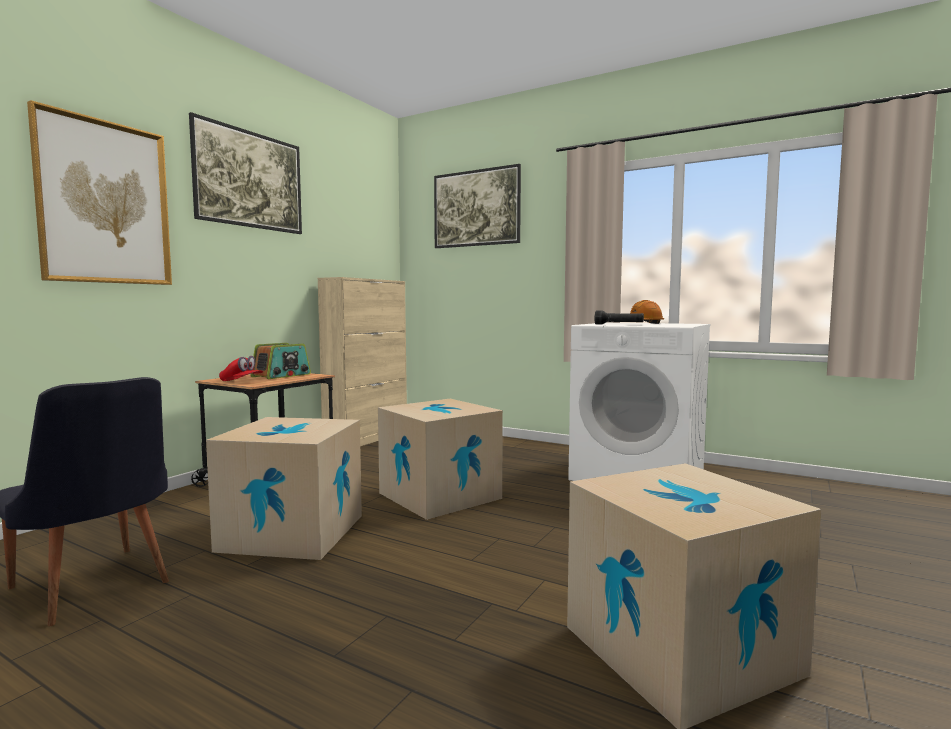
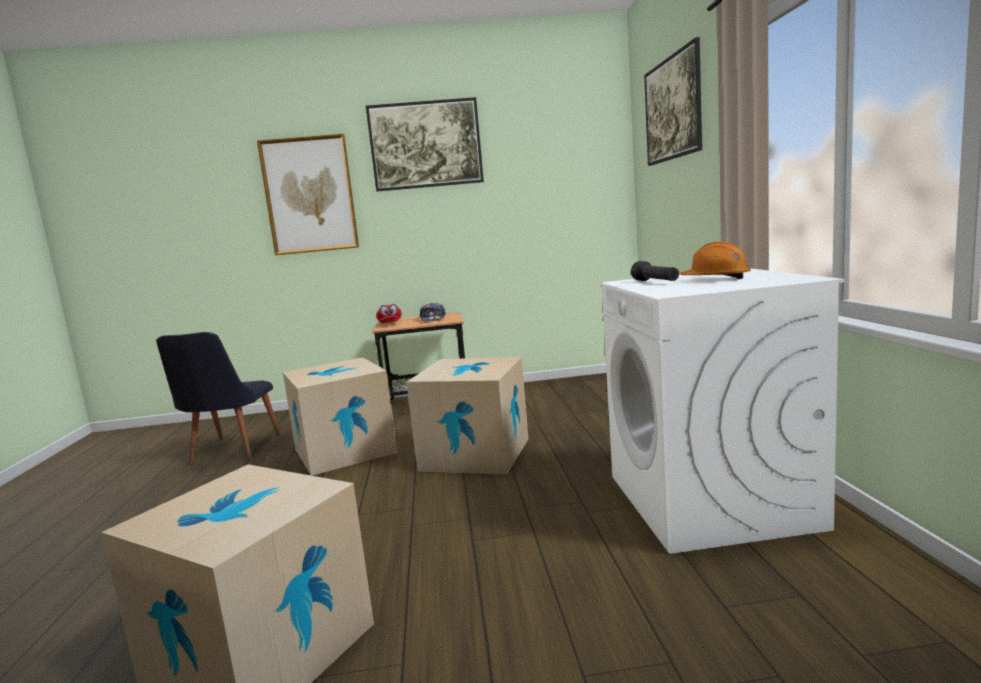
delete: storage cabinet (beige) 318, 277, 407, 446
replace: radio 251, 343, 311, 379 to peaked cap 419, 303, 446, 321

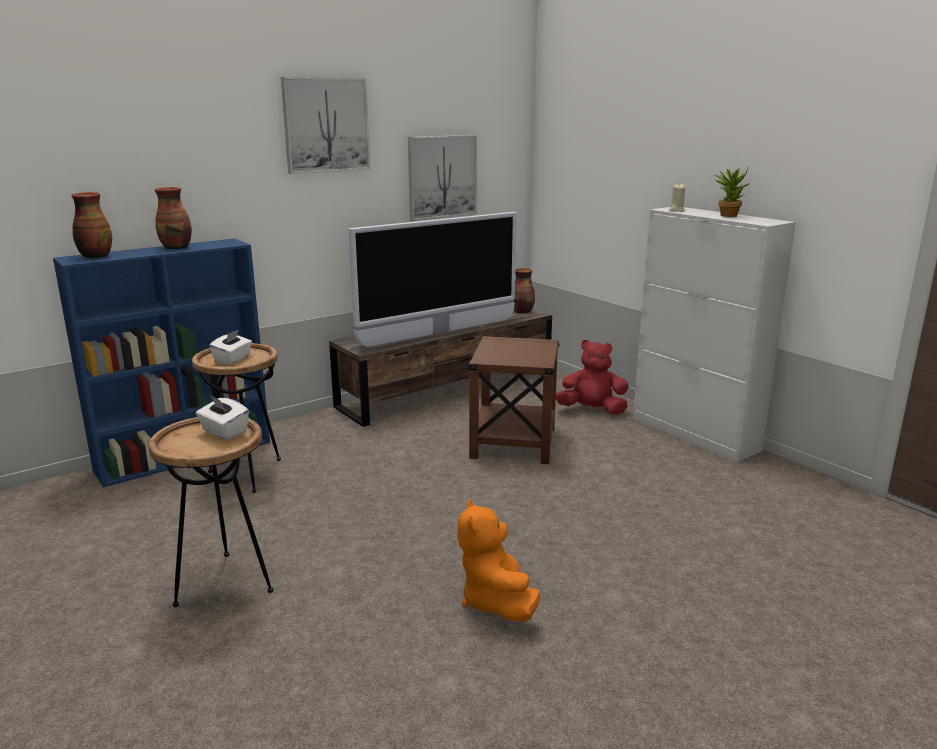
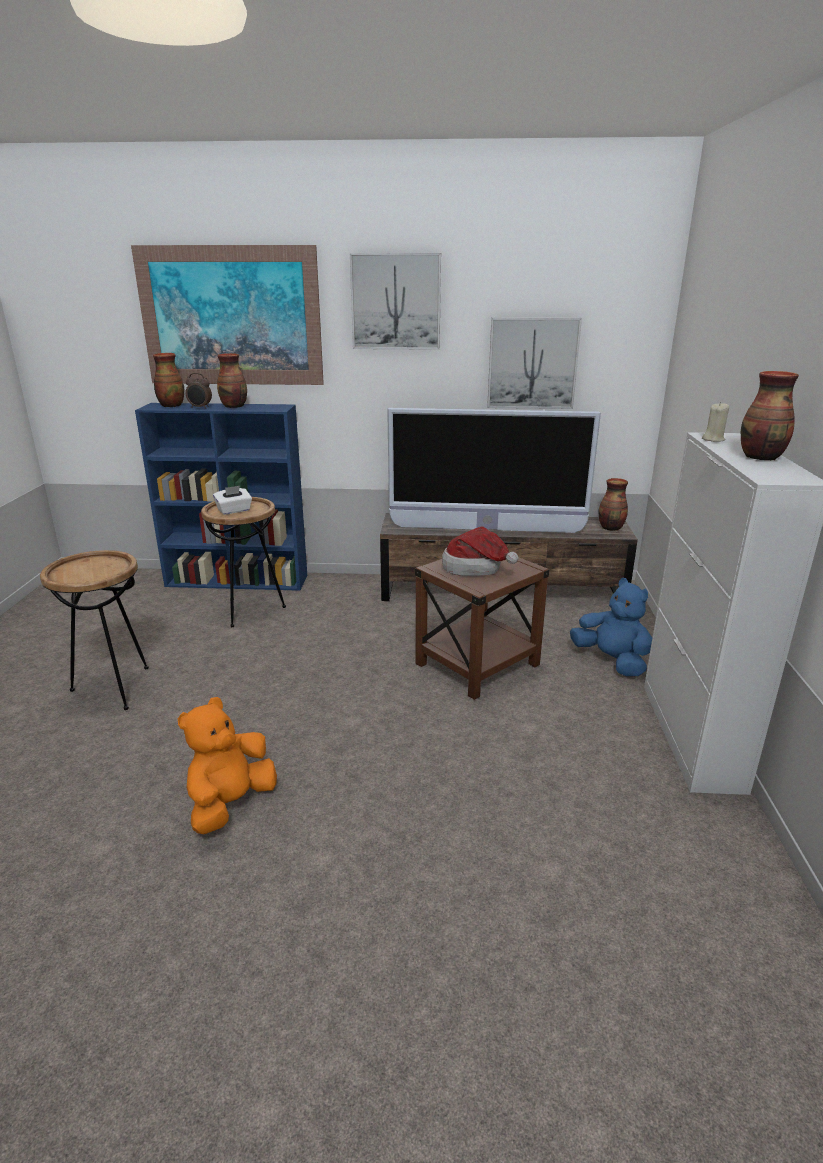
delete: box of tissues (white) 196, 395, 249, 440
insert: picture 131, 245, 324, 385; alarm clock 185, 373, 212, 409; clothing hat 442, 526, 518, 576
replace: houseplant 715, 168, 750, 217 to decorative vase 741, 371, 799, 461
recolor: plush toy (reddish) 556, 340, 629, 415 to plush toy (bluish) 570, 578, 652, 676

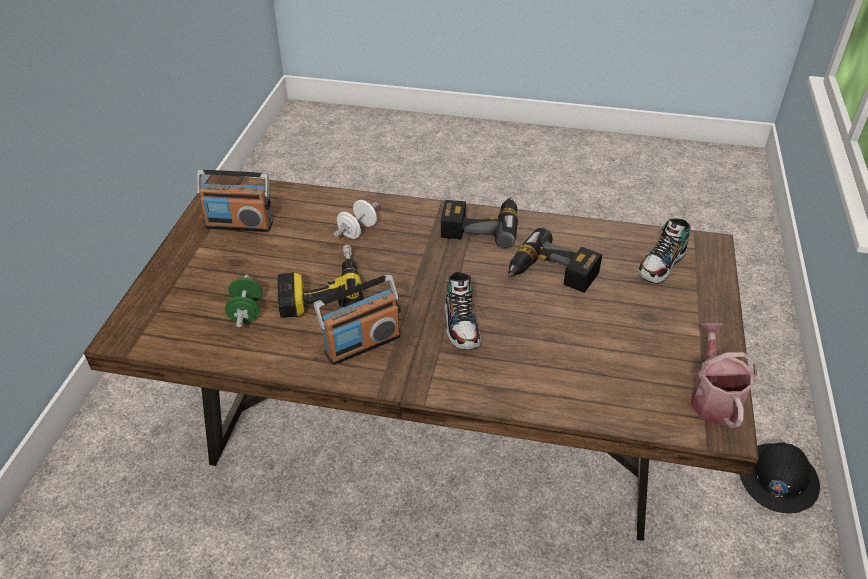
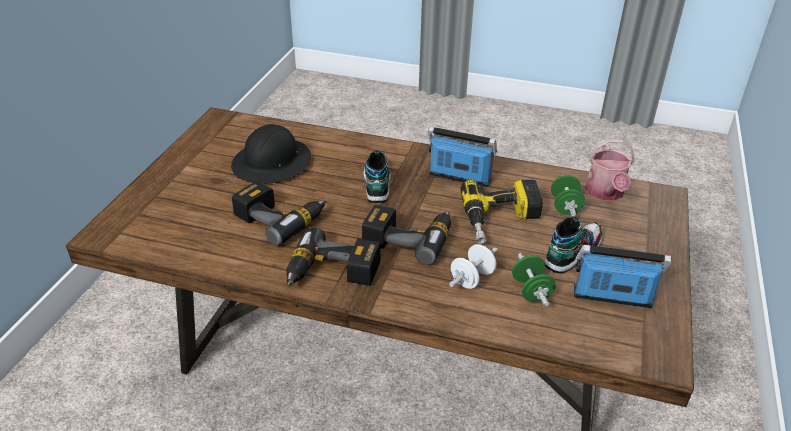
insert: drill 362, 205, 451, 265; dumbbell (green-coloured) 512, 253, 556, 306
move: safety helmet (blackish) 739, 442, 820, 513 to 231, 124, 311, 184; low shoe 638, 219, 691, 284 to 545, 217, 602, 273; watering can 691, 323, 757, 428 to 585, 139, 635, 201
rotate: radio 314, 274, 401, 365 = 428, 127, 497, 187 45 degrees clockwise

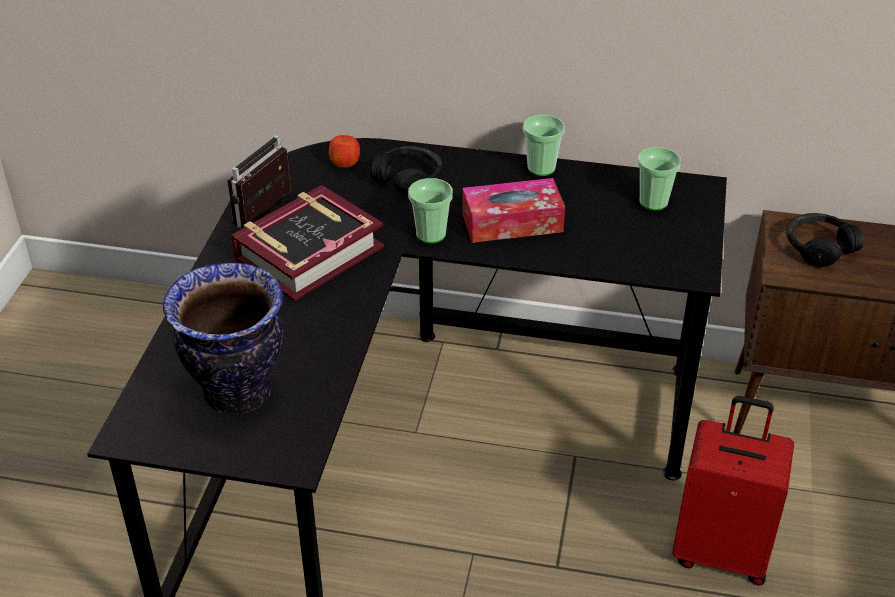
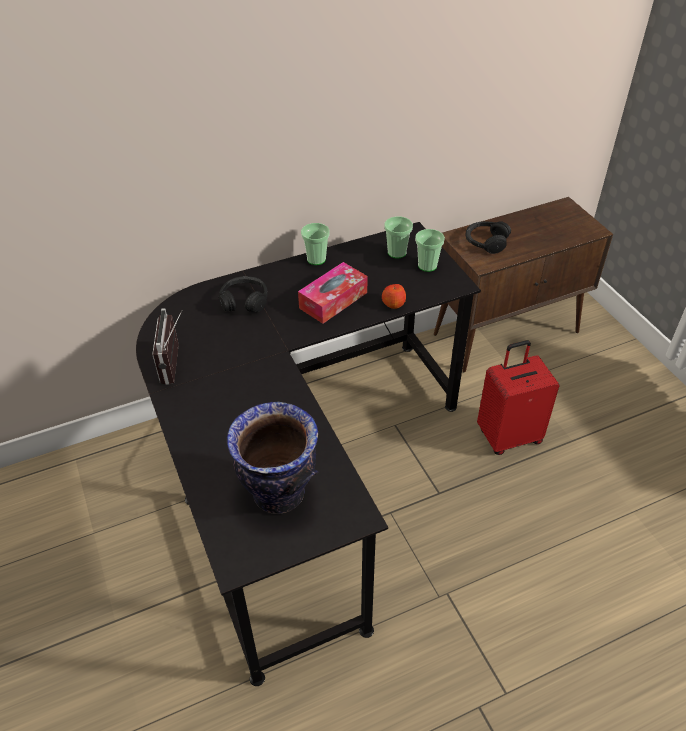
delete: book 231, 185, 384, 301
move: apple 329, 135, 360, 168 to 382, 284, 406, 309; small cup 408, 178, 453, 244 to 415, 229, 445, 272

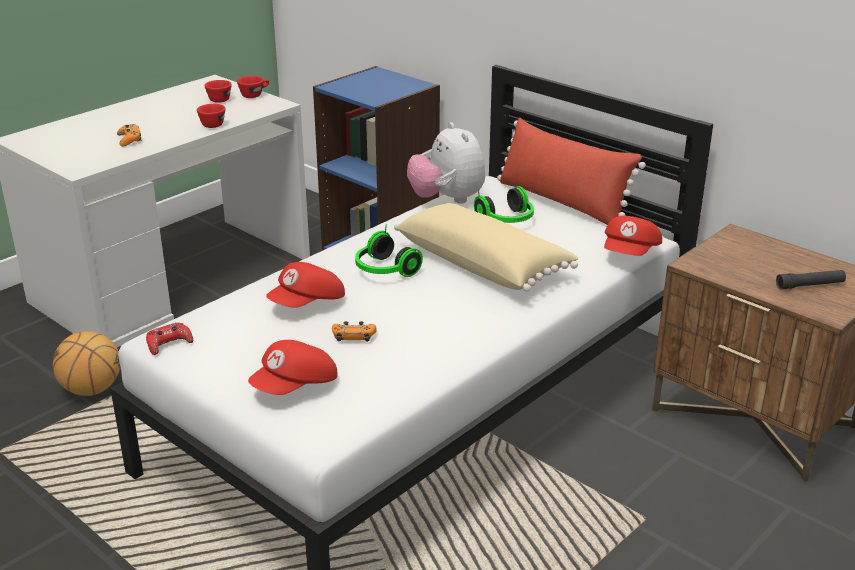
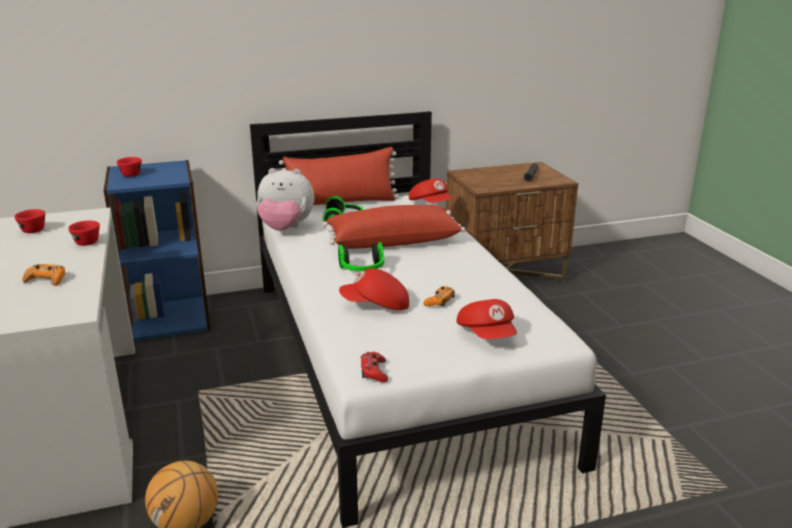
move: small cup (reddish) 237, 76, 269, 98 to 117, 157, 142, 177
recolor: throw pillow (beige) 394, 203, 579, 292 to throw pillow (reddish) 323, 205, 466, 249
rotate: peaked cap (reddish) 266, 262, 345, 308 = 339, 268, 409, 310 105 degrees clockwise

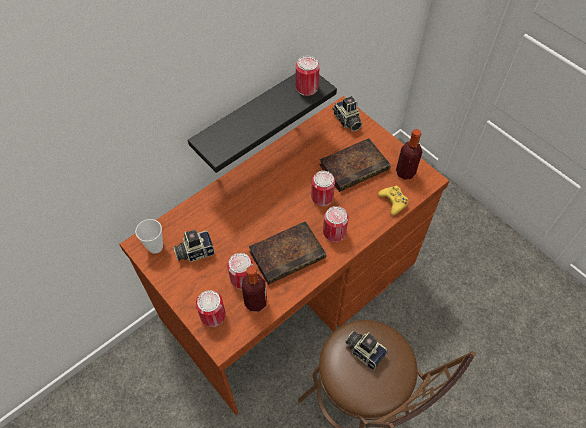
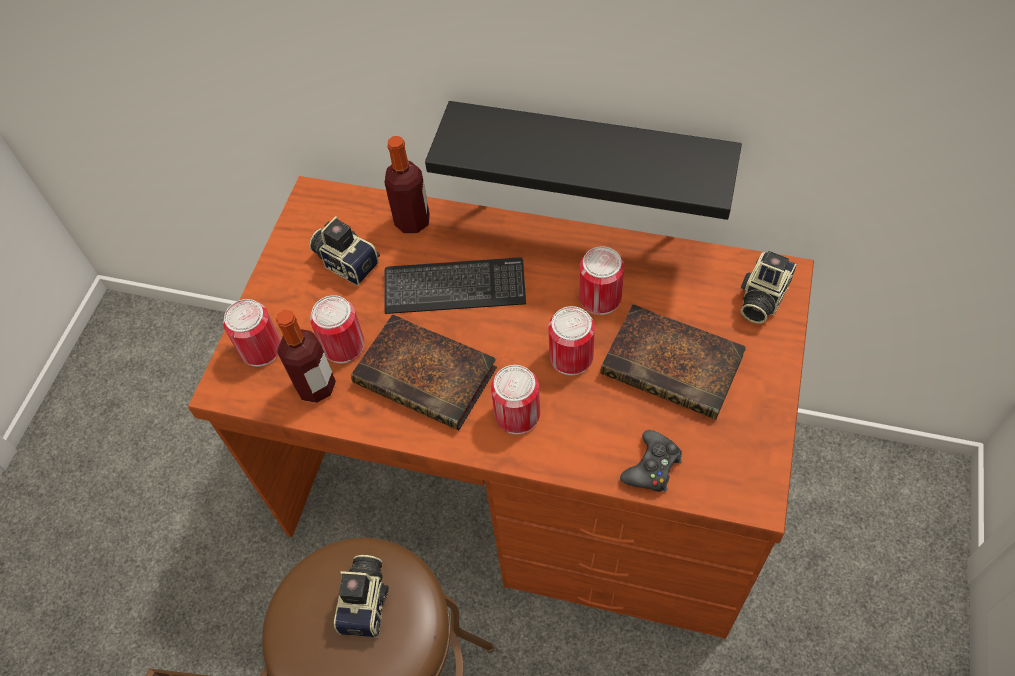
delete: small cup 135, 219, 163, 254
insert: keyboard 384, 257, 526, 314
move: beverage bottle 396, 129, 422, 180 to 385, 136, 430, 234; sealed can 296, 56, 320, 96 to 579, 246, 624, 315
recolor: joypad (yellow-coloured) 378, 186, 408, 215 to joypad (blackish) 620, 430, 682, 492

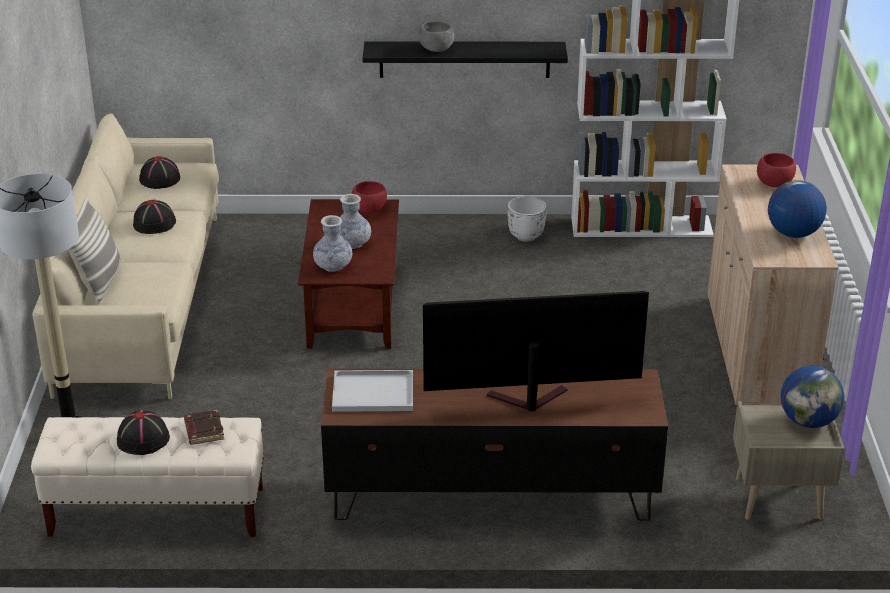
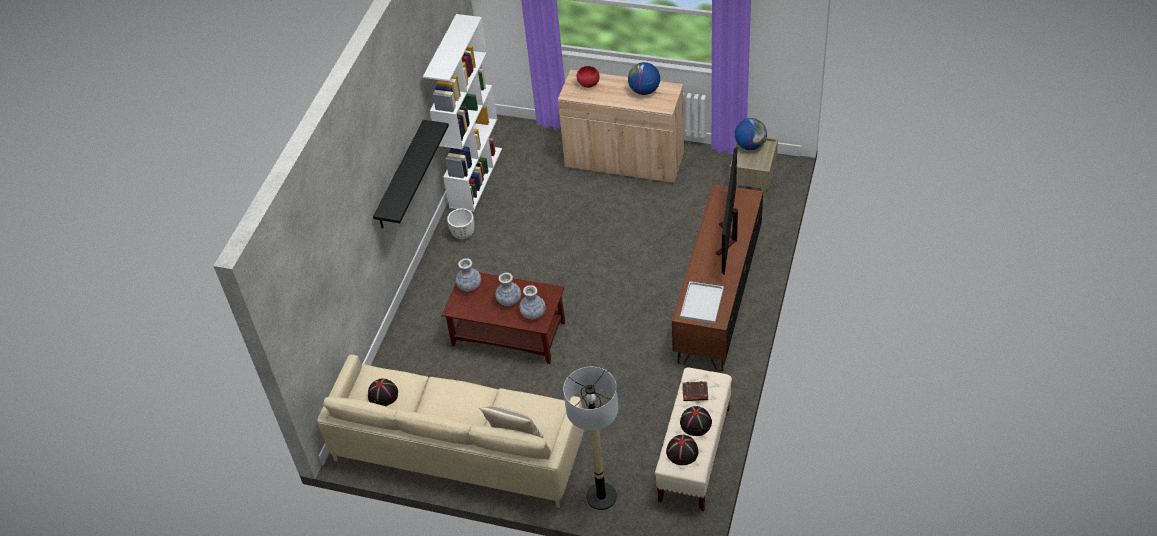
delete: deep dish (grey) 418, 21, 454, 52
move: clothing hat (blackish) 133, 199, 176, 234 to 666, 435, 699, 465
replace: deep dish (reddish) 351, 181, 387, 213 to decorative vase 456, 258, 481, 291

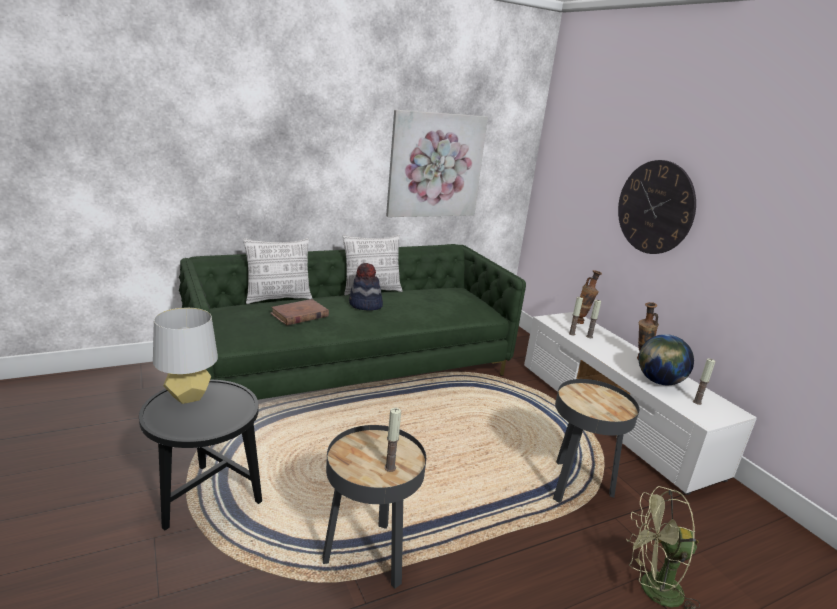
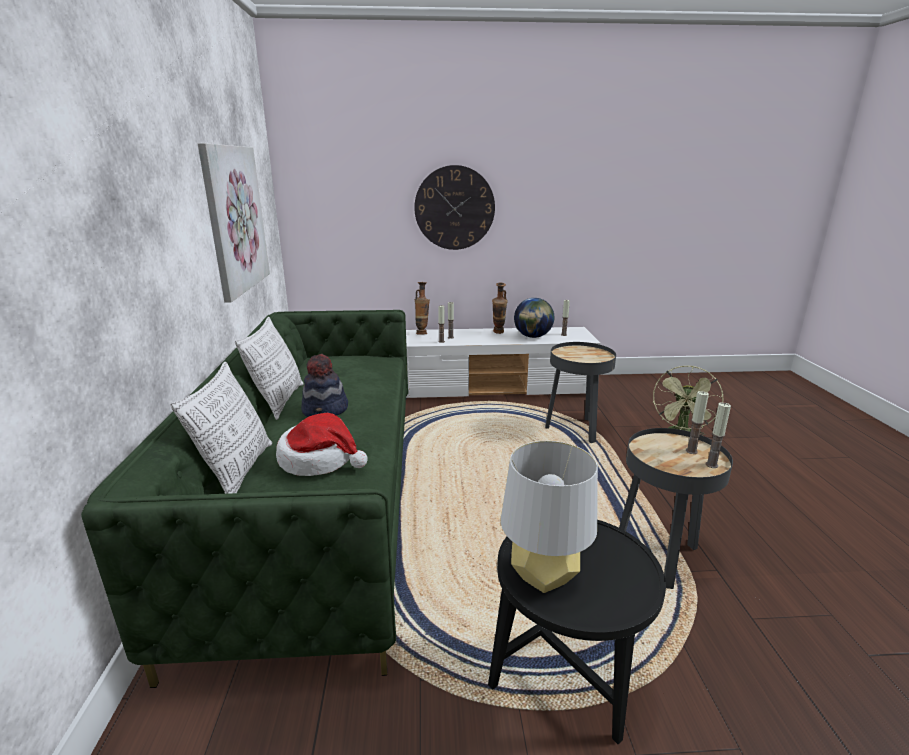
insert: wax light 706, 402, 731, 468
replace: book (brown-coloured) 270, 299, 329, 325 to clothing hat 276, 413, 368, 476

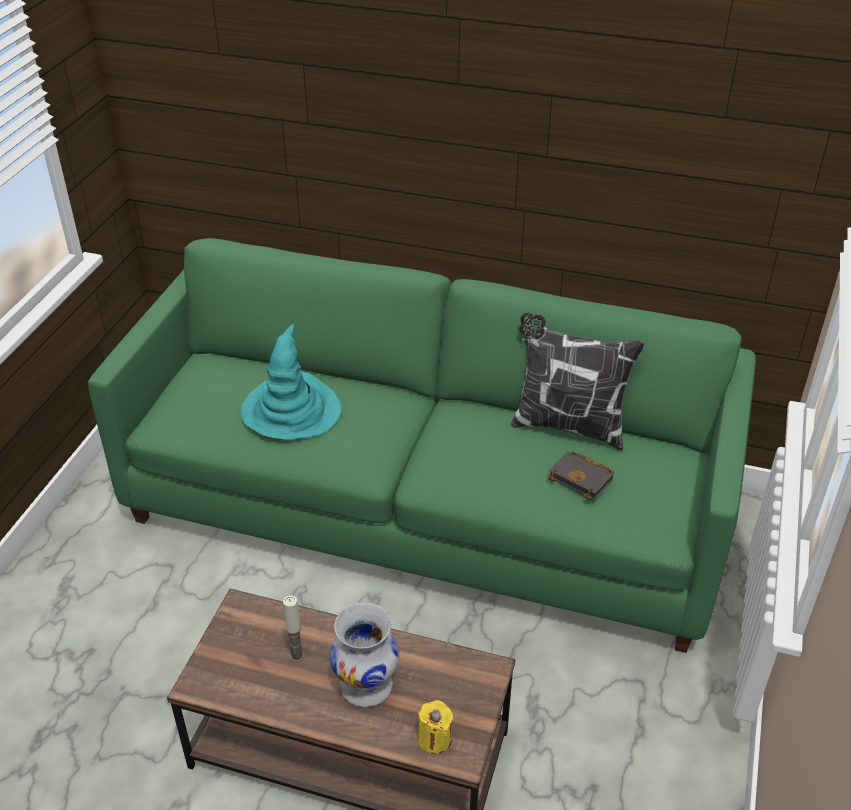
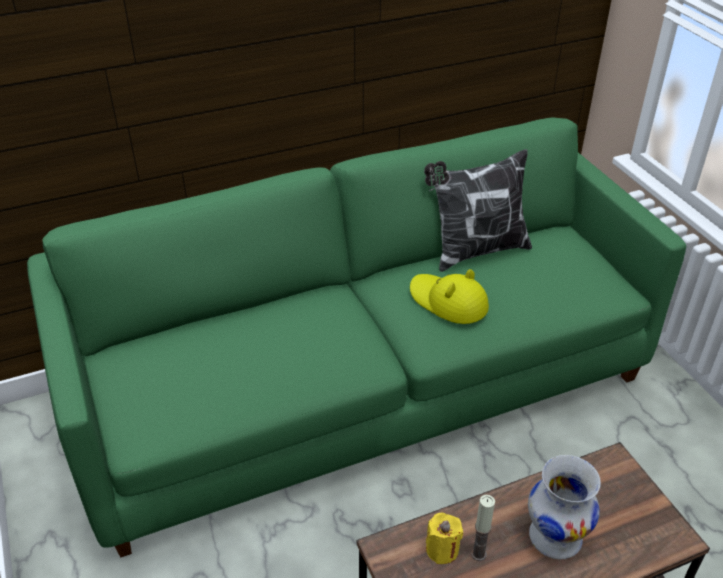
delete: clothing hat (blue-green) 241, 324, 342, 439; book (blackish) 547, 451, 614, 500
insert: clothing hat (yellow-coloured) 410, 269, 489, 324
move: wax light (yellow-coloured) 418, 700, 453, 754 to 426, 513, 463, 564

